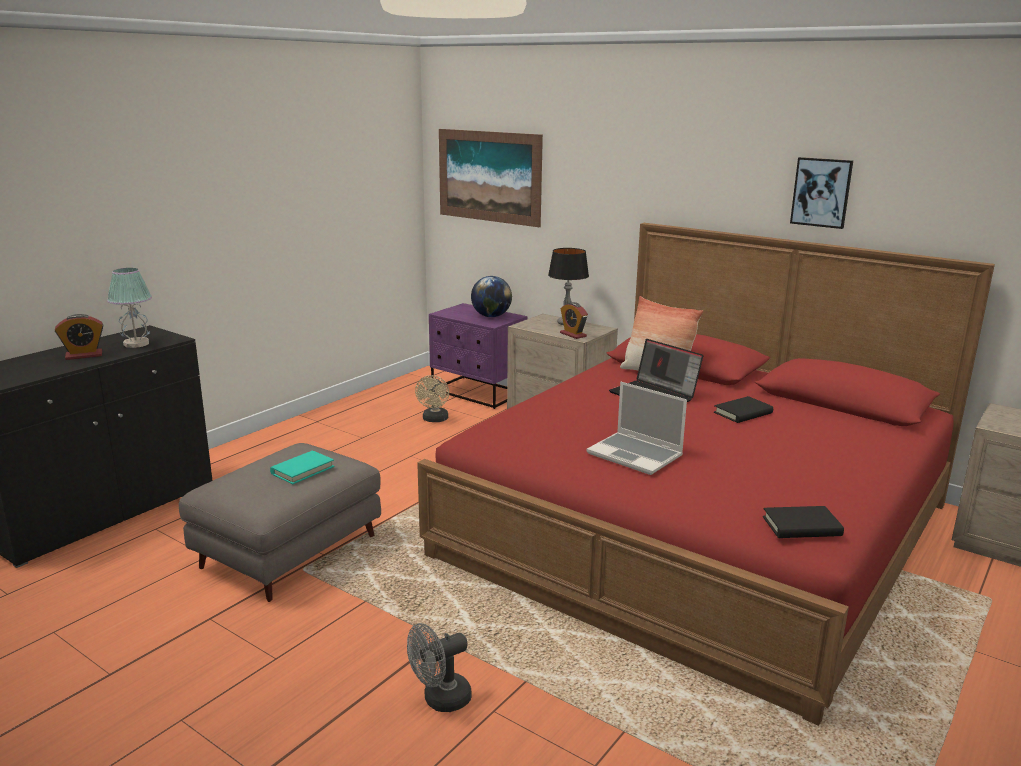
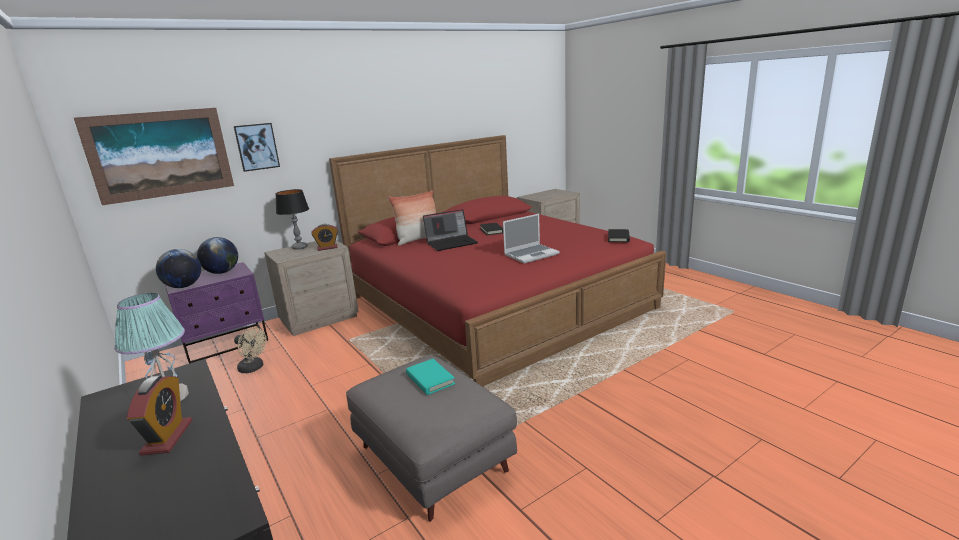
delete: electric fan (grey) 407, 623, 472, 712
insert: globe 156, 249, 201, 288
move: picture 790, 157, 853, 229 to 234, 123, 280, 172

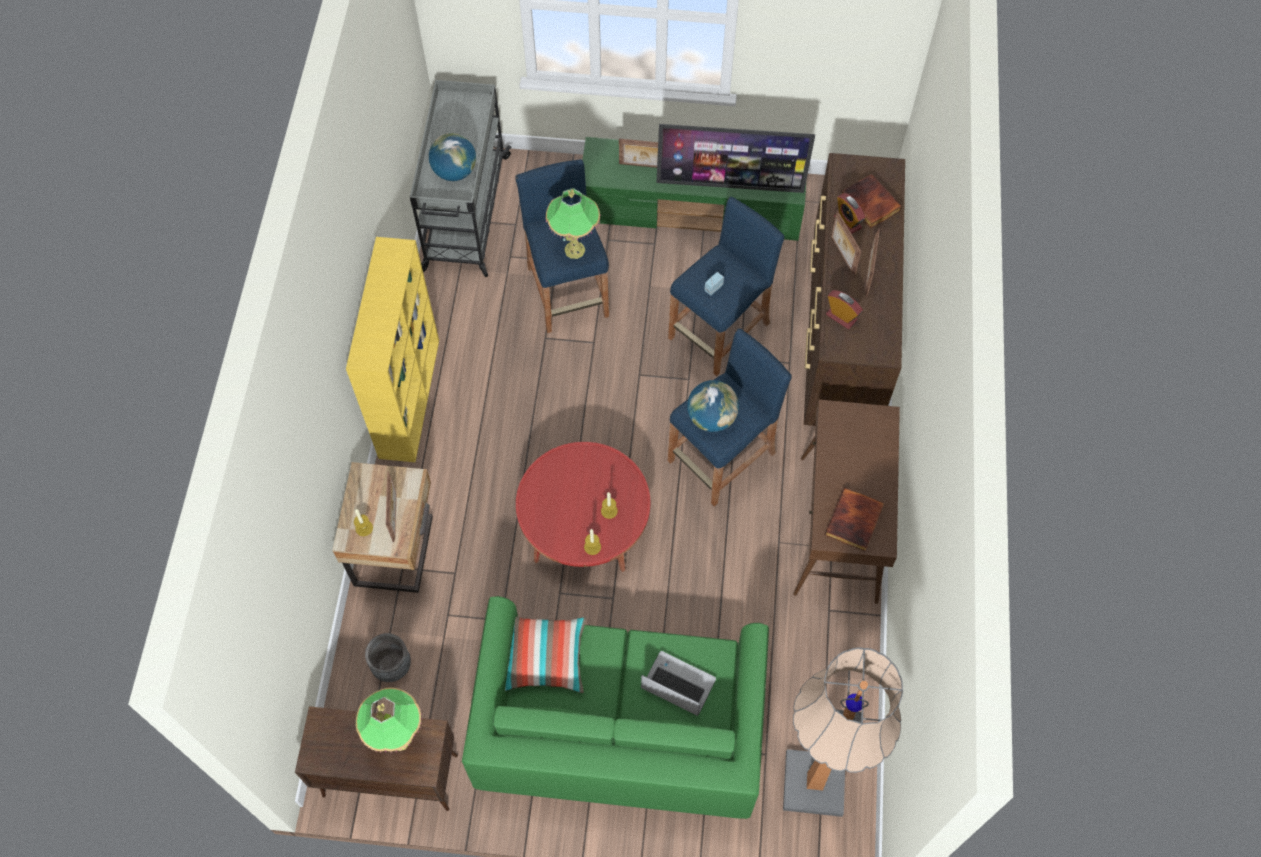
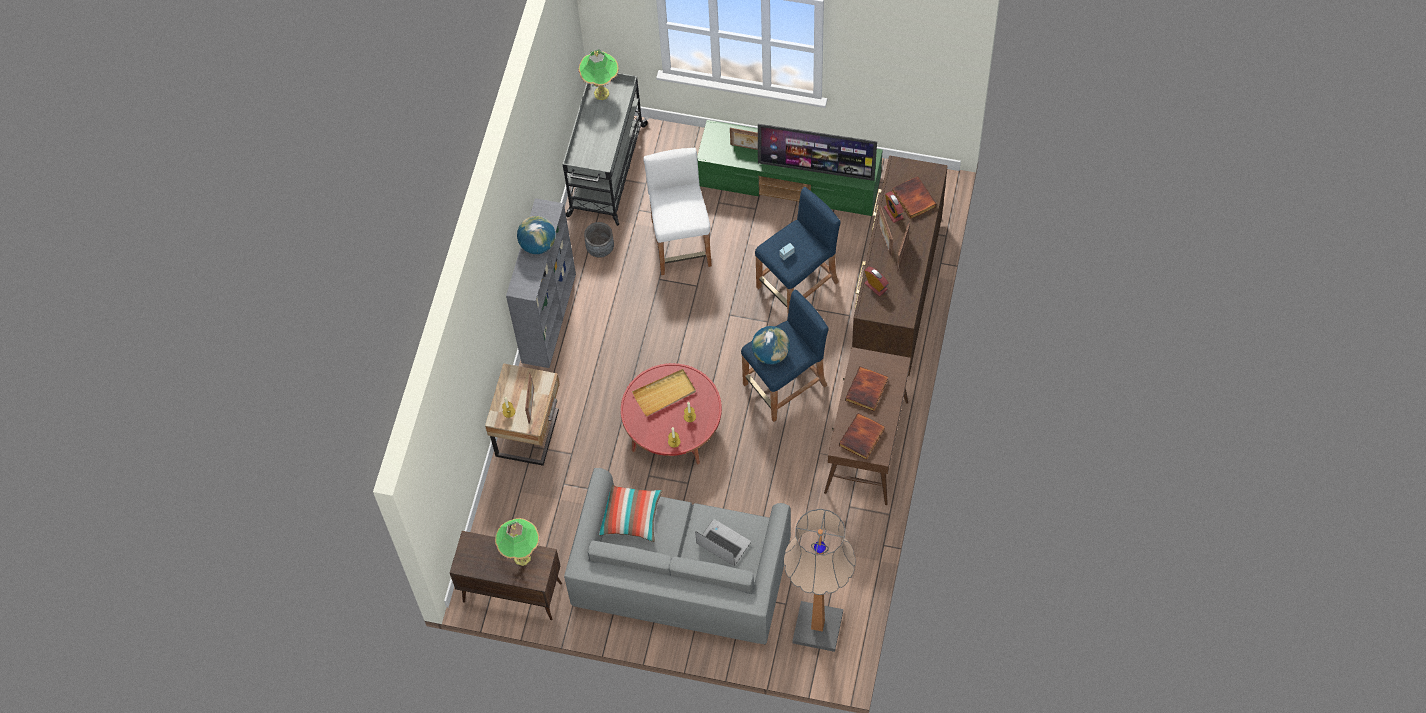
insert: serving tray (beige) 632, 369, 696, 417; book 845, 366, 888, 411
move: globe 429, 133, 476, 181 to 517, 216, 556, 254; tabletop lamp 545, 188, 601, 259 to 579, 49, 619, 100; plant pot (grey) 365, 633, 411, 682 to 584, 222, 614, 258
recolor: bookshelf (yellow-coloured) 346, 237, 439, 462 to bookshelf (grey) 506, 198, 576, 368; sofa (green-coloured) 462, 596, 769, 819 to sofa (grey) 564, 468, 791, 645; stool (bluish) 516, 159, 609, 333 to stool (white) 643, 148, 712, 275

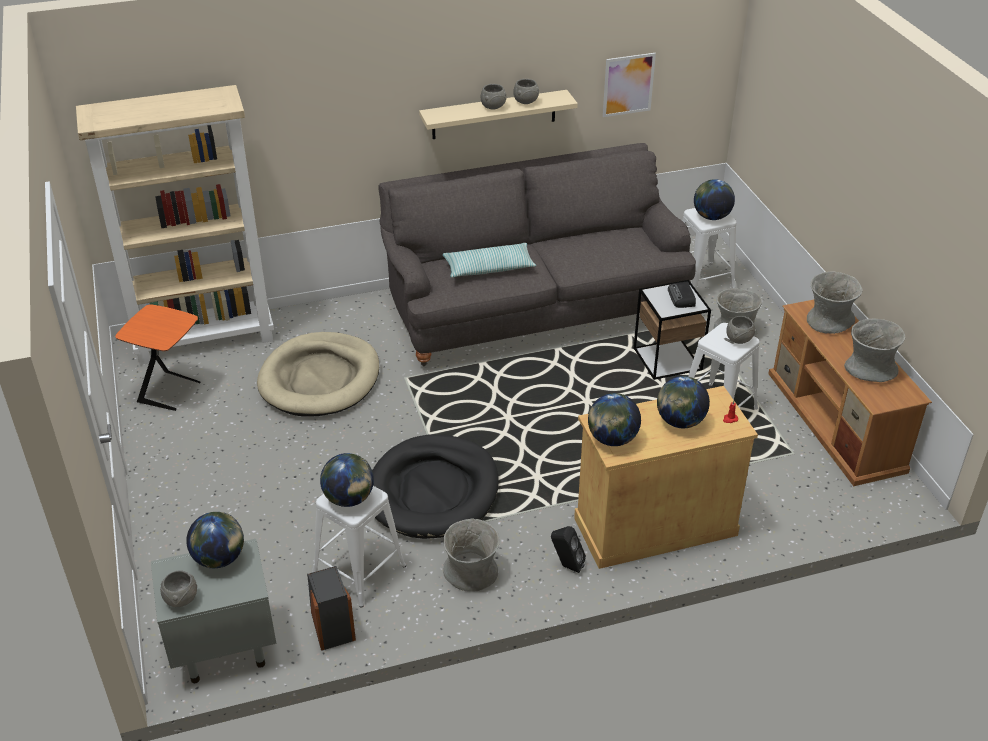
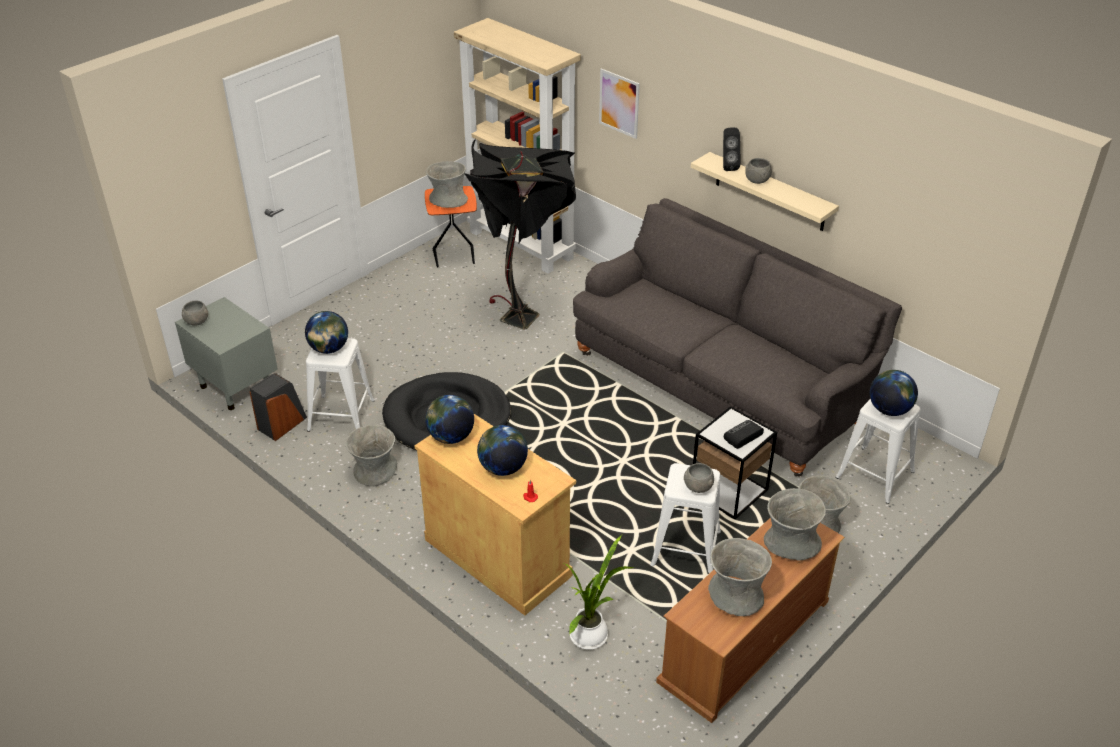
delete: globe 186, 512, 244, 568; throw pillow 443, 243, 536, 277; deep dish (grey) 513, 79, 539, 104
insert: decorative vase (grey) 426, 161, 468, 208; houseplant 565, 535, 634, 650
move: picture 603, 53, 656, 117 to 599, 68, 640, 139; loudspeaker (blackish) 551, 526, 586, 573 to 723, 128, 741, 171
replace: dog bed (beige) 257, 332, 379, 417 to floor lamp (blackish) 464, 139, 576, 330

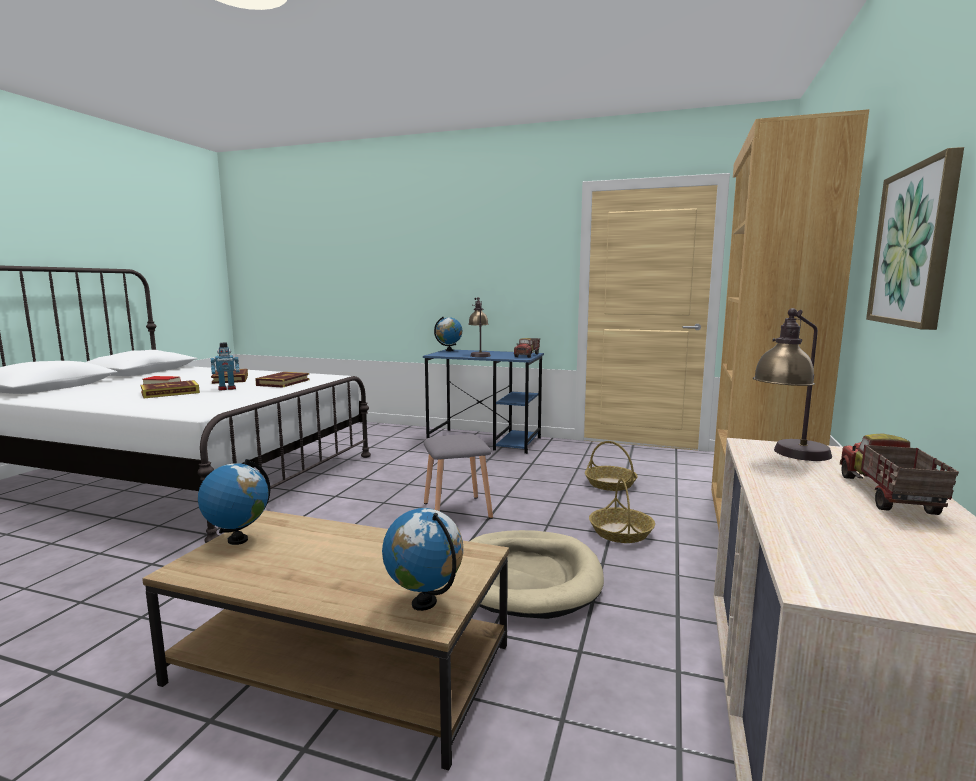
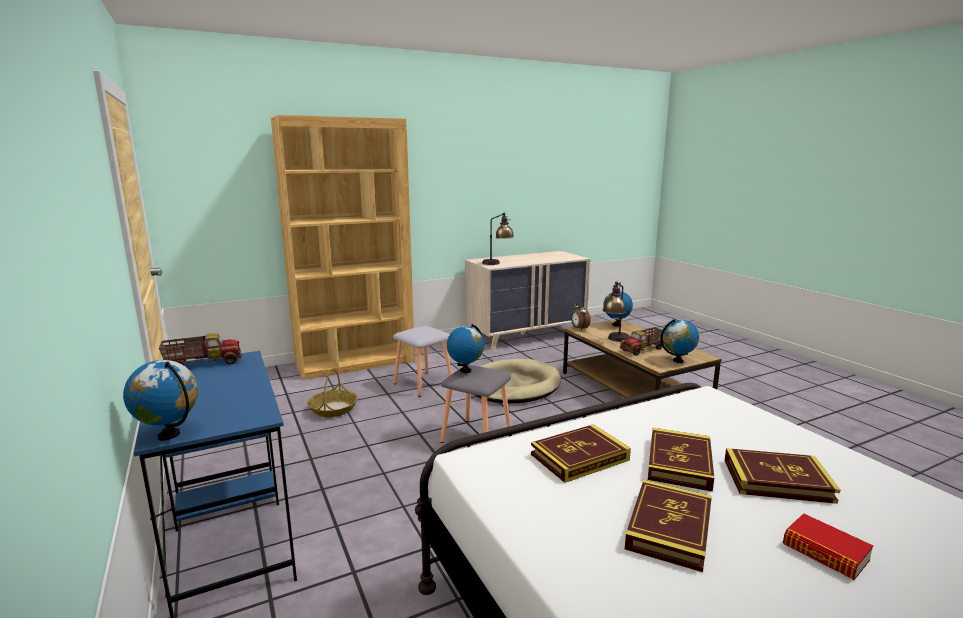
delete: picture 866, 147, 964, 330
insert: globe 447, 324, 484, 373; alarm clock 571, 301, 591, 330
move: tabletop lamp 468, 297, 491, 357 to 603, 281, 629, 342; model truck 840, 433, 959, 515 to 620, 327, 664, 356
replace: storage basket 589, 478, 655, 543 to stool (grey) 393, 326, 452, 397; robot figure 211, 342, 240, 391 to book 648, 428, 714, 492

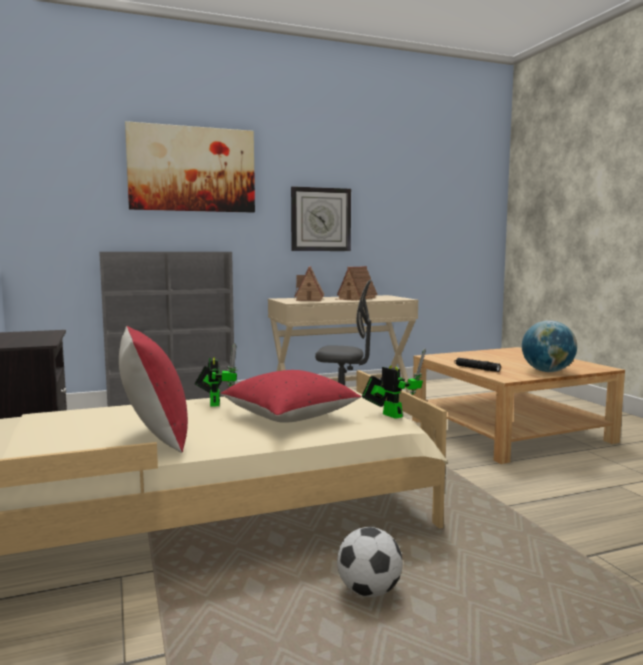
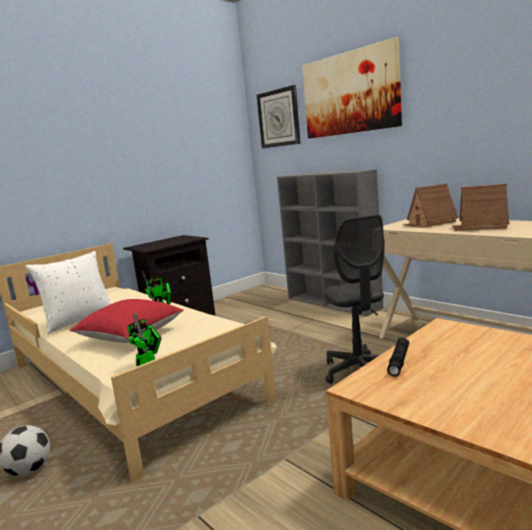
delete: globe 522, 320, 577, 372
move: hanging clock 291, 186, 351, 251 to 257, 85, 301, 148
recolor: throw pillow (reddish) 119, 326, 188, 453 to throw pillow (white) 26, 251, 112, 334

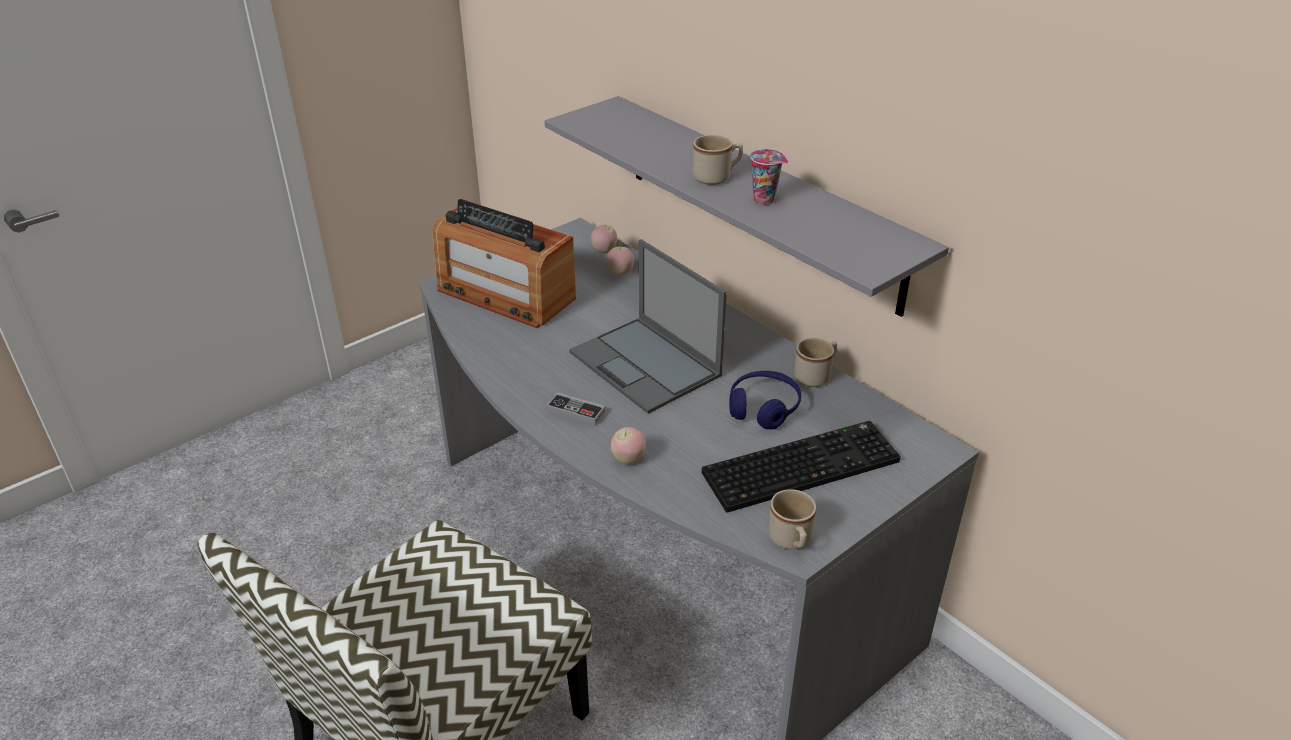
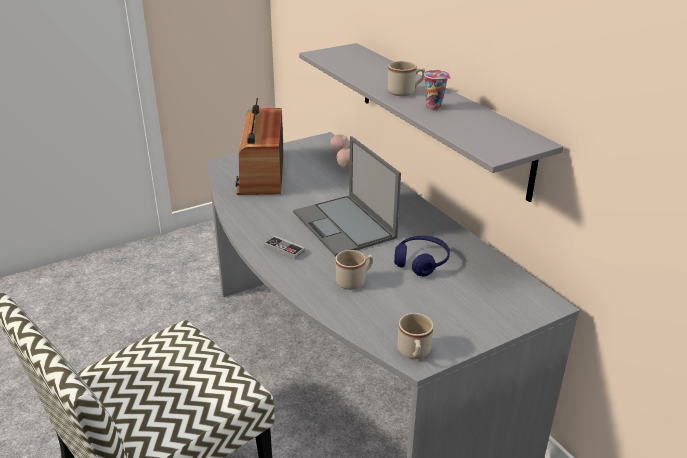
delete: apple 611, 427, 646, 464; keyboard 702, 421, 901, 513
move: tea mug (beige) 794, 338, 837, 387 to 335, 250, 373, 290
rotate: radio 432, 199, 576, 328 = 236, 98, 284, 195 45 degrees clockwise

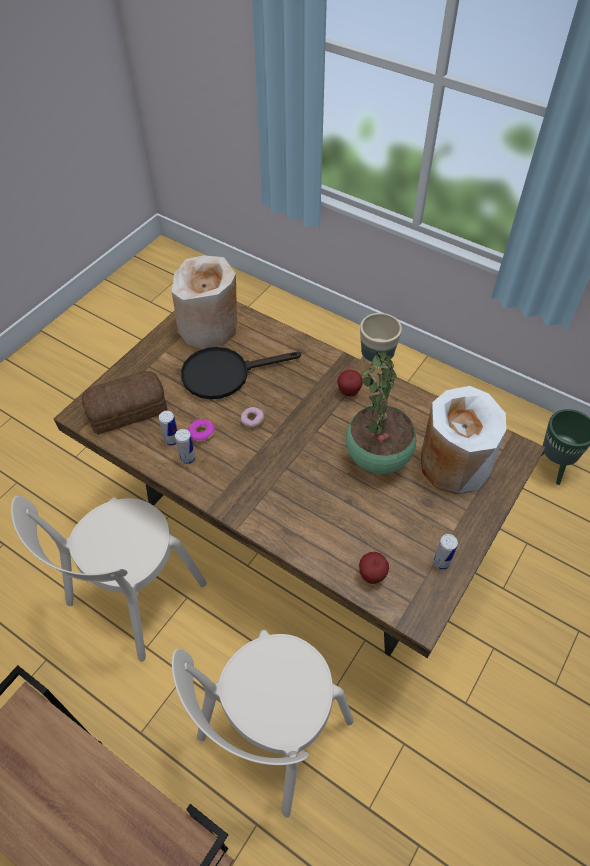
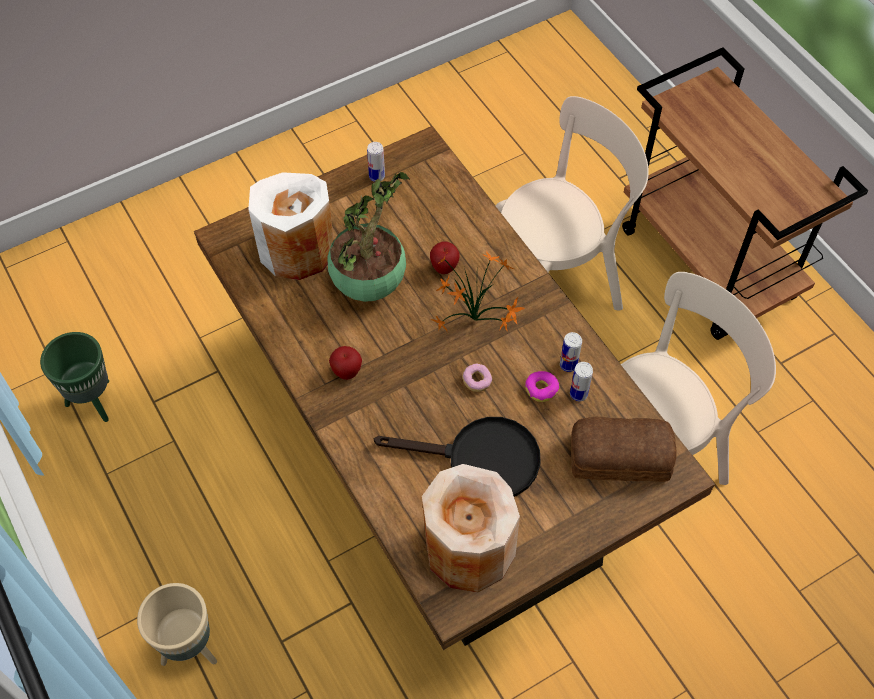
insert: houseplant 431, 251, 525, 333
move: apple 359, 552, 389, 584 to 430, 242, 459, 274

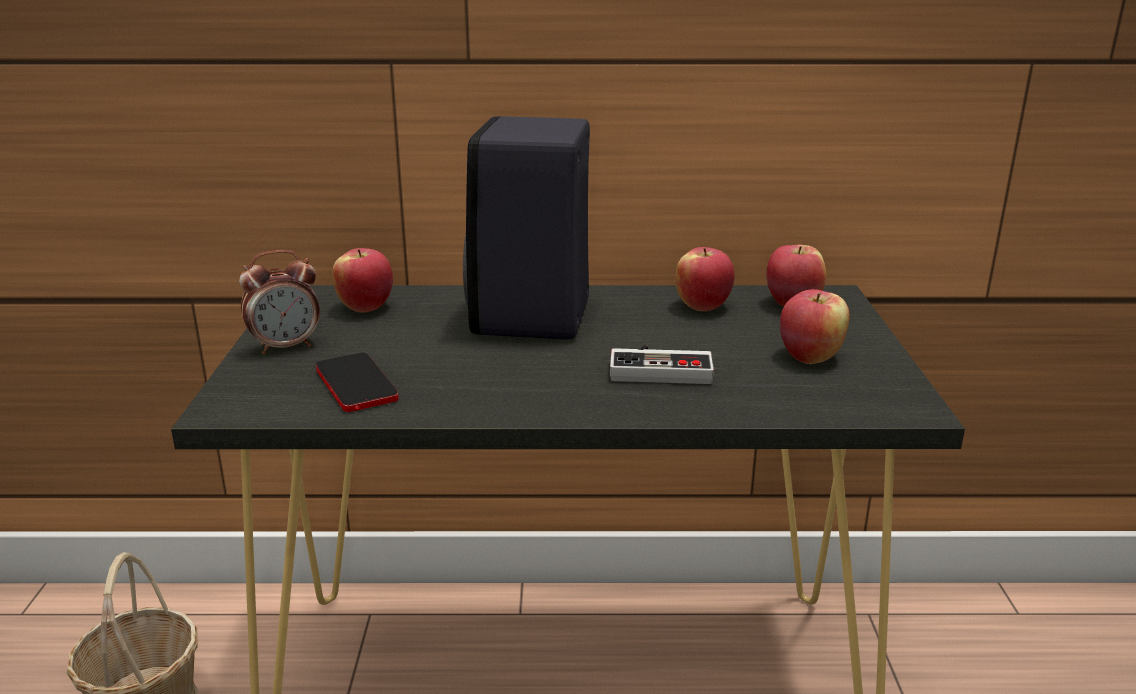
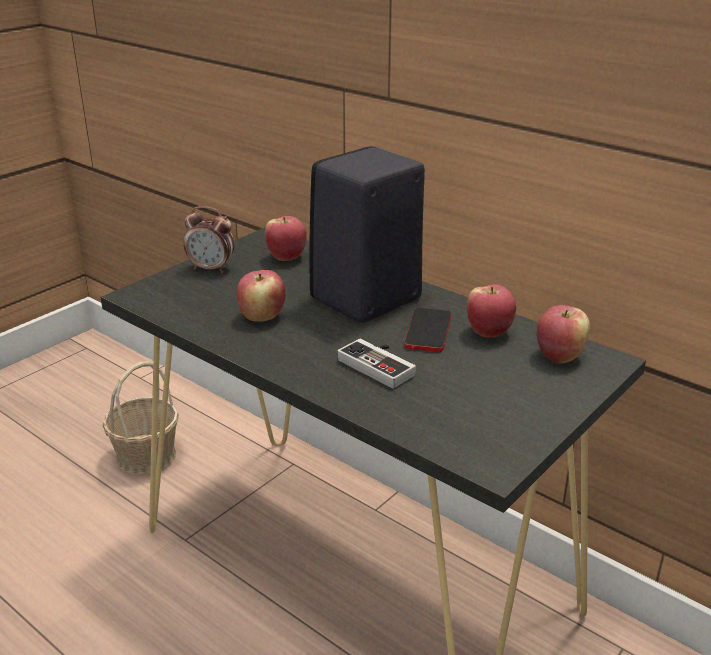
move: apple 780, 289, 850, 364 to 237, 270, 285, 322; phone 316, 352, 398, 412 to 404, 308, 451, 352

